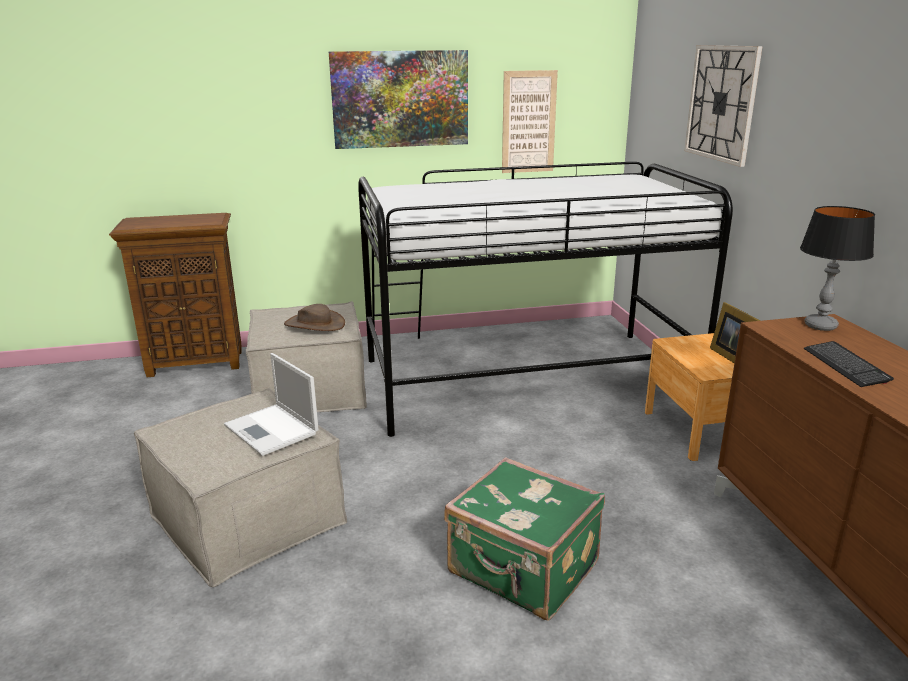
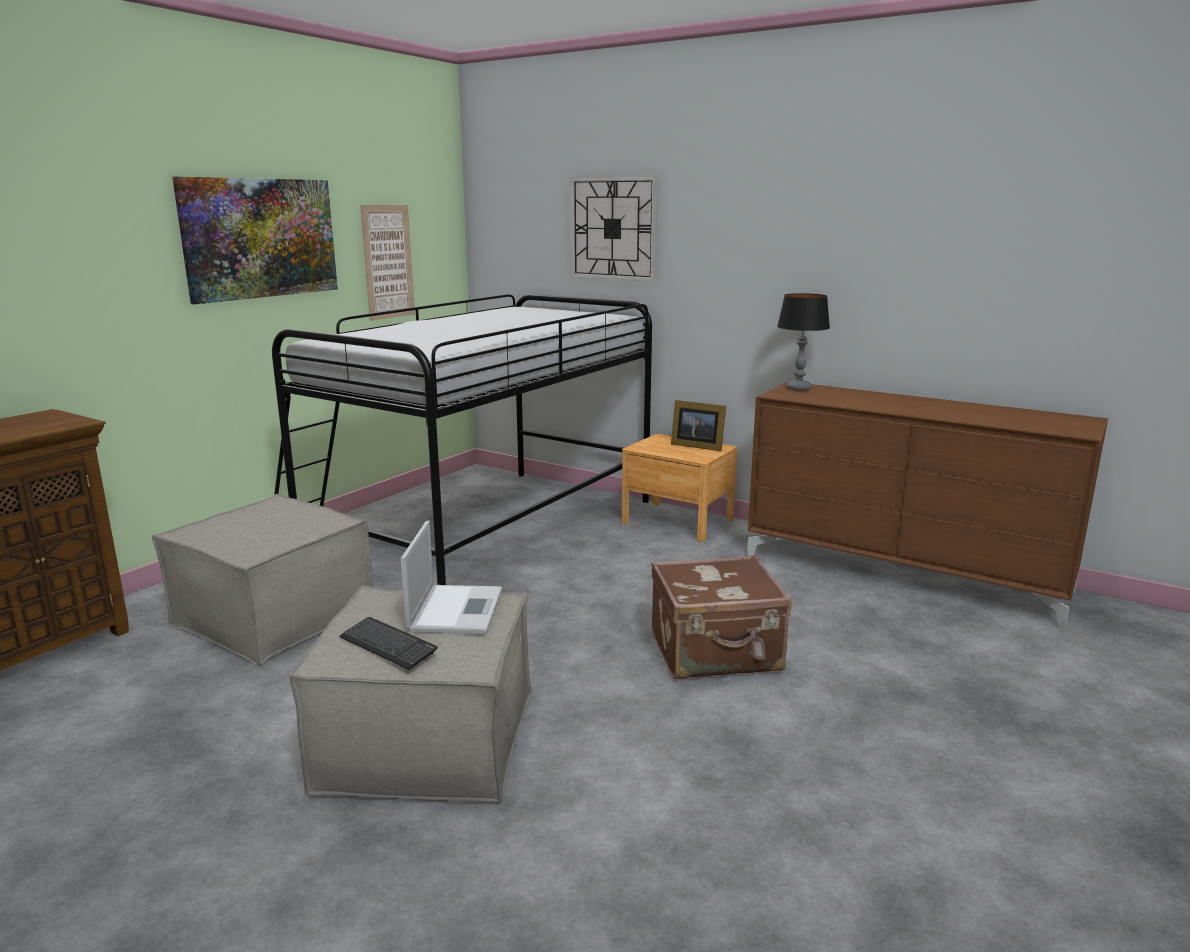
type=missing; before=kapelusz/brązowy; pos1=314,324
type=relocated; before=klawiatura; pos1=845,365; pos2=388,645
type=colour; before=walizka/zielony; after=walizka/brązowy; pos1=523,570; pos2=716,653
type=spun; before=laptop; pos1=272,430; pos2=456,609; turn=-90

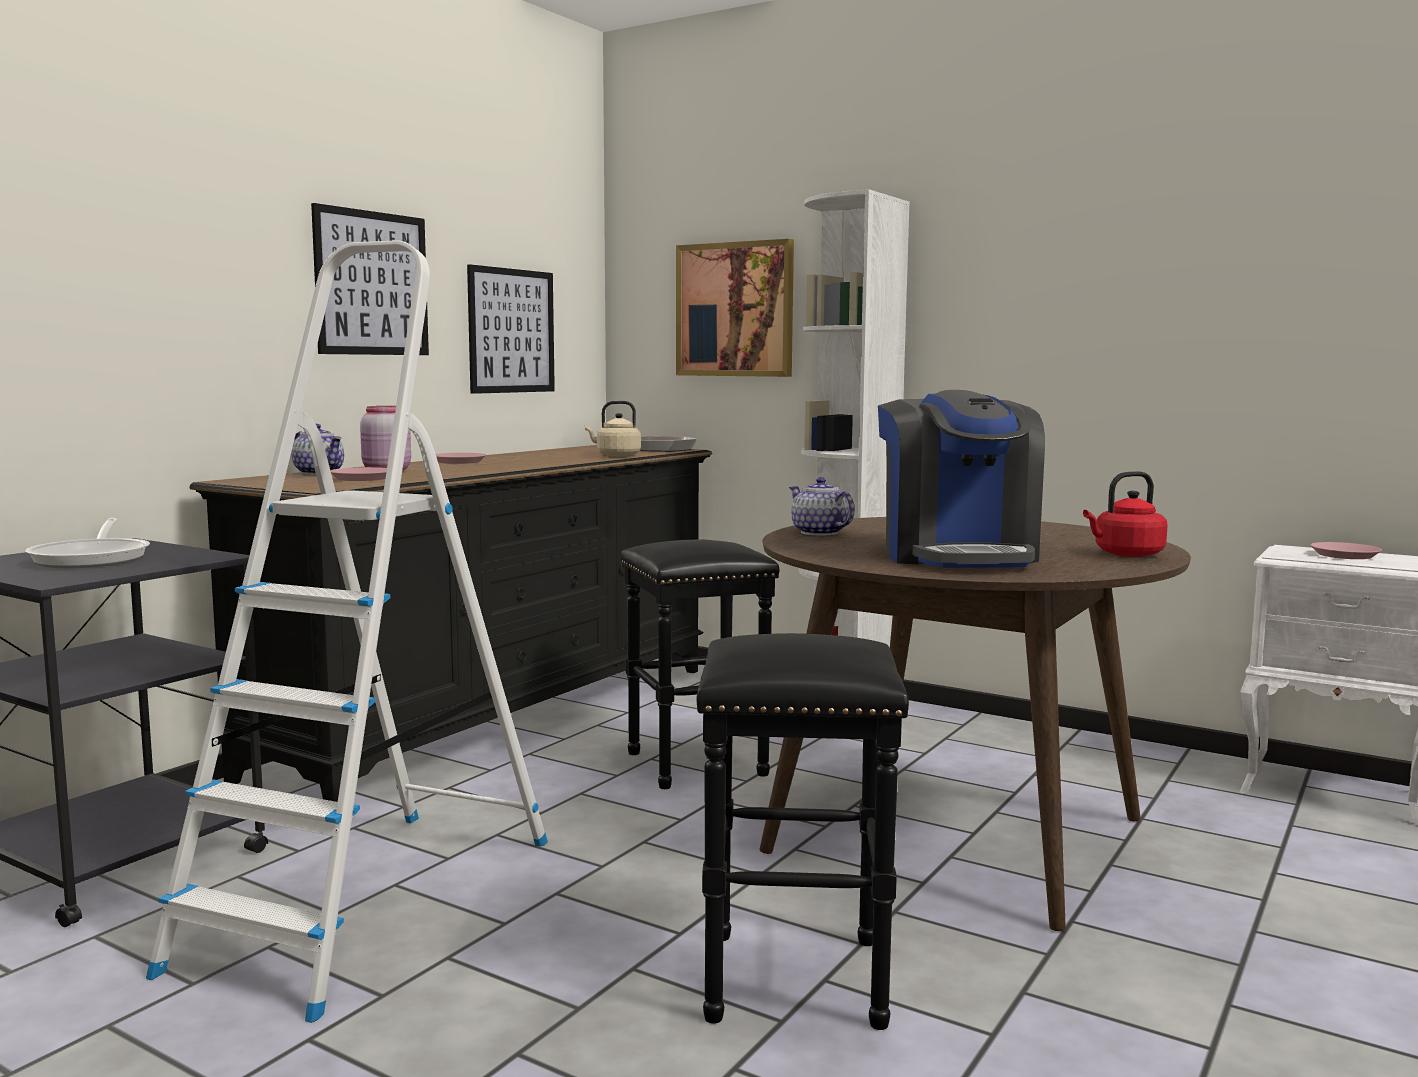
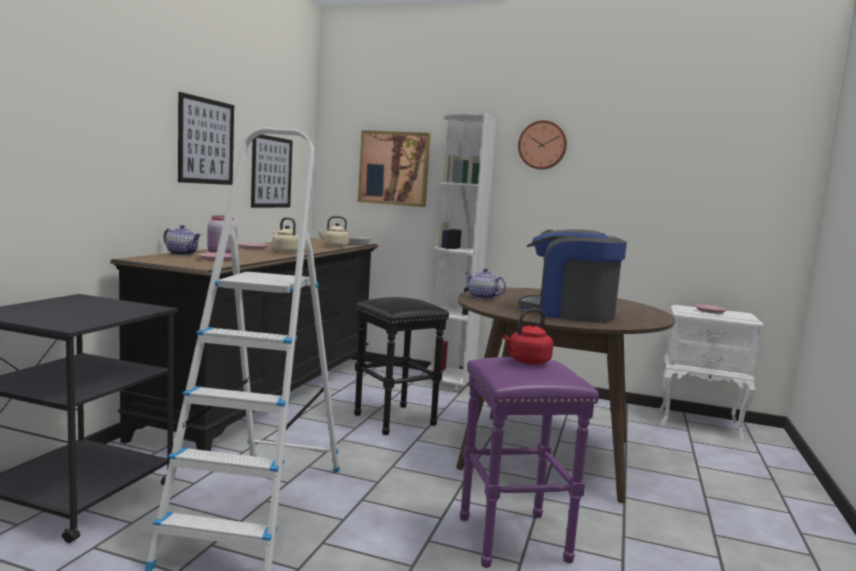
type=missing; before=patelnia; pos1=93,558
type=appeared; after=czajnik/beżowy; pos2=284,252
type=appeared; after=zegar ścienny; pos2=542,145
type=relocated; before=czajnik/czerwony; pos1=1125,554; pos2=527,361
type=colour; before=stołek/czarny; after=stołek/fioletowy; pos1=791,980; pos2=512,540
type=spun; before=ekspres do kawy; pos1=957,556; pos2=569,313; turn=135

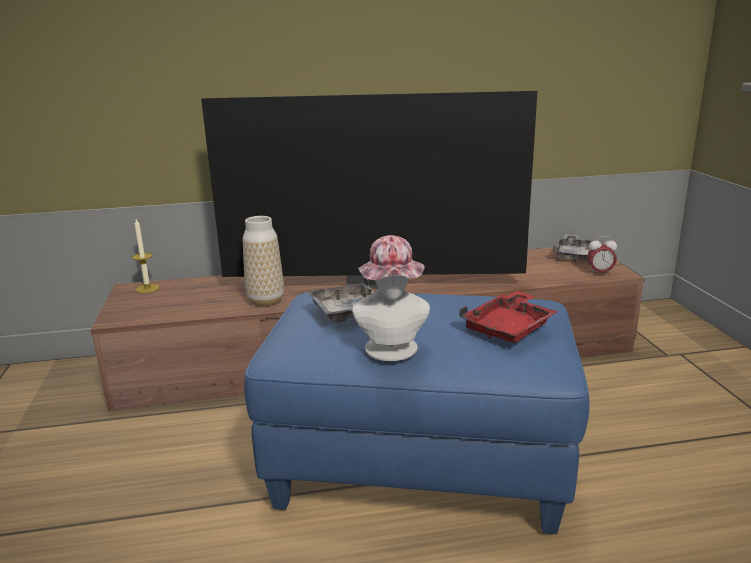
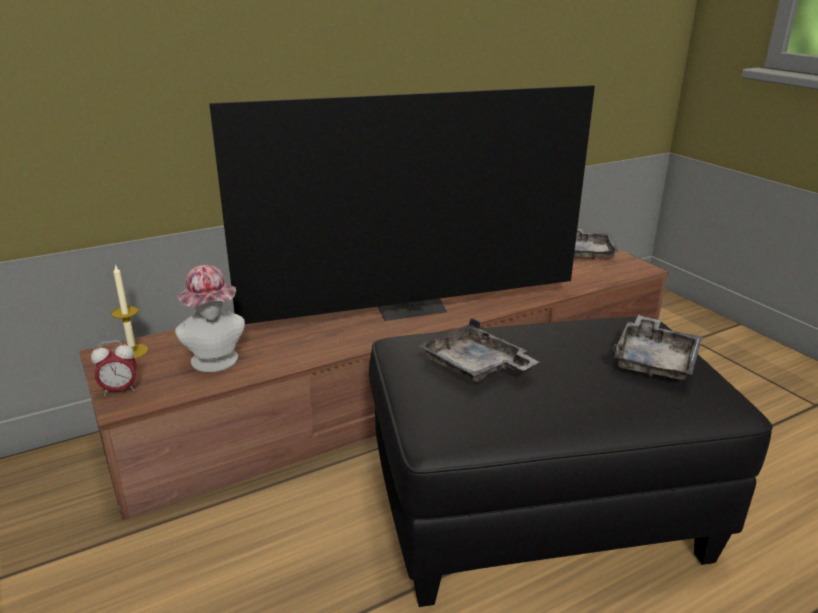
type=missing; before=wazon; pos1=266,301
type=relocated; before=kapelusz; pos1=392,352; pos2=216,363
type=relocated; before=budzik; pos1=600,273; pos2=120,390
type=colour; before=pufa/niebieski; after=pufa/czarny; pos1=421,465; pos2=538,513
type=colour; before=taca/czerwony; after=taca/szary; pos1=509,328; pos2=654,360

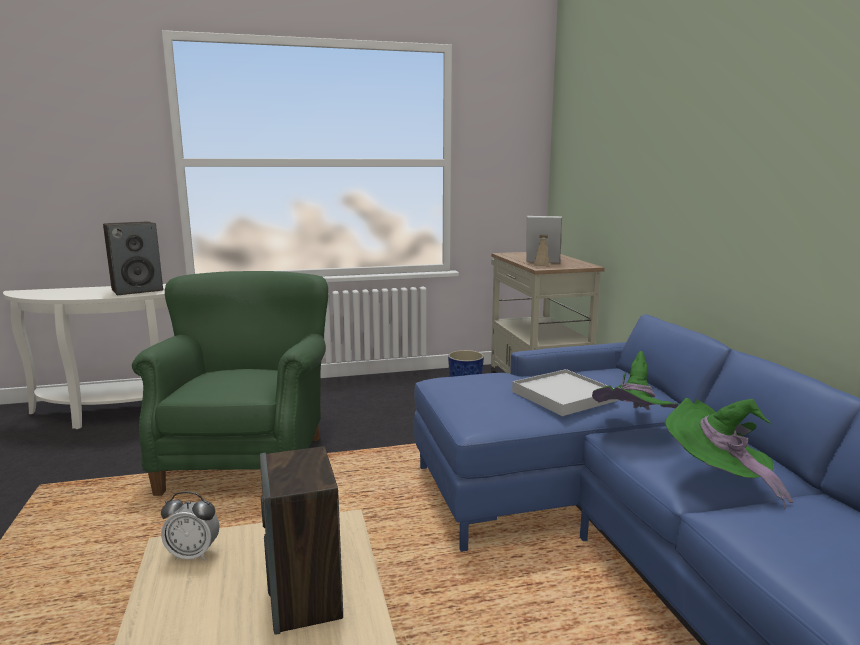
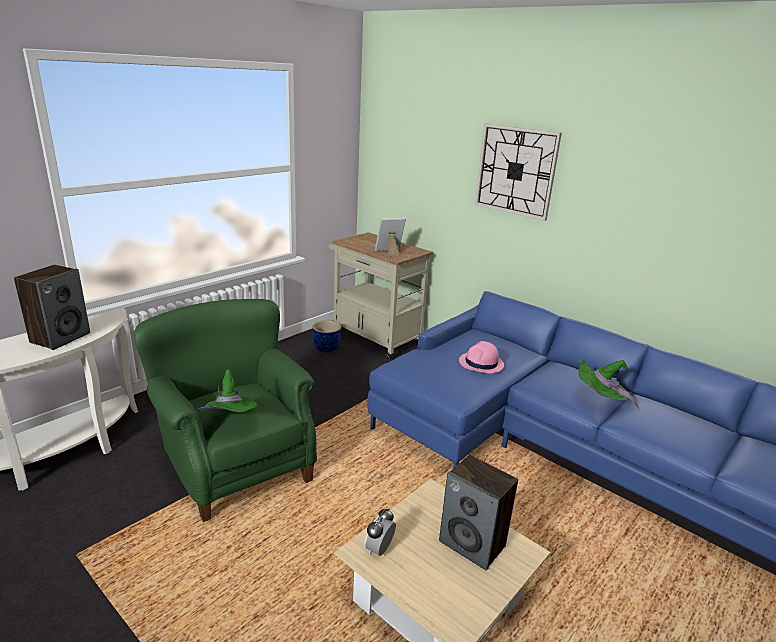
type=appeared; after=zegar ścienny; pos2=516,171
type=relocated; before=kapelusz/zielony; pos1=633,428; pos2=230,423
type=exchanged; before=taca/biały; after=kapelusz/różowy; pos1=563,396; pos2=481,363
type=spun; before=budzik; pos1=193,554; pos2=379,549; turn=150

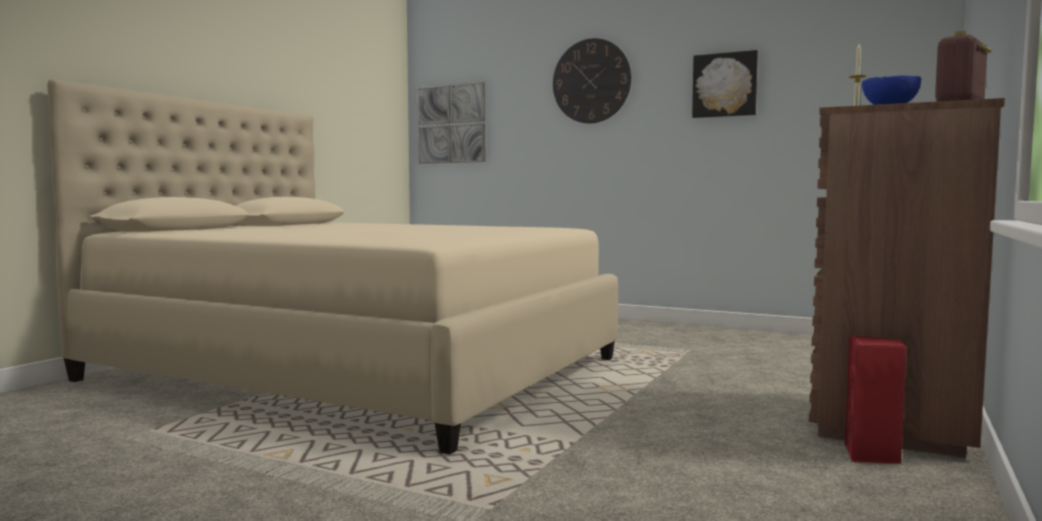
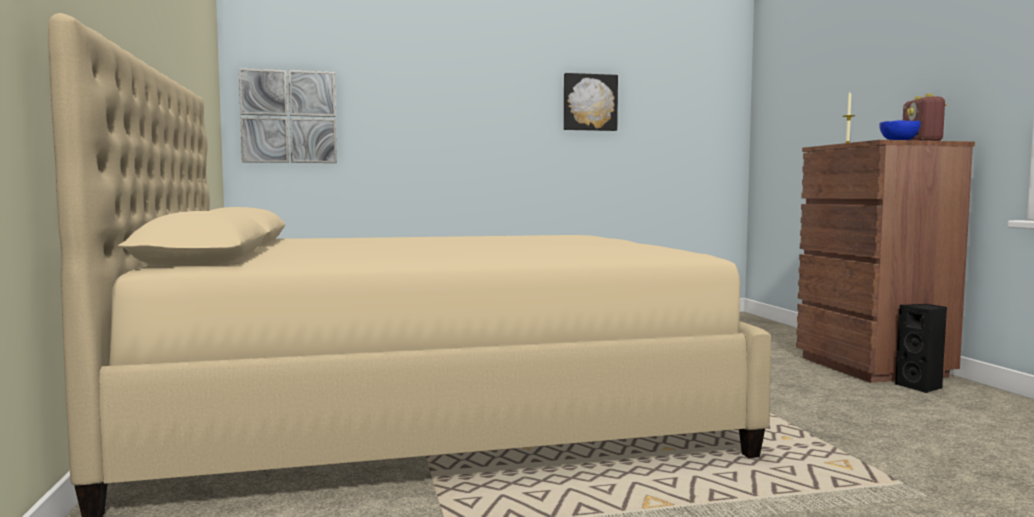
type=missing; before=zegar ścienny; pos1=591,81
type=colour; before=głośnik/czerwony; after=głośnik/czarny; pos1=871,455; pos2=921,387

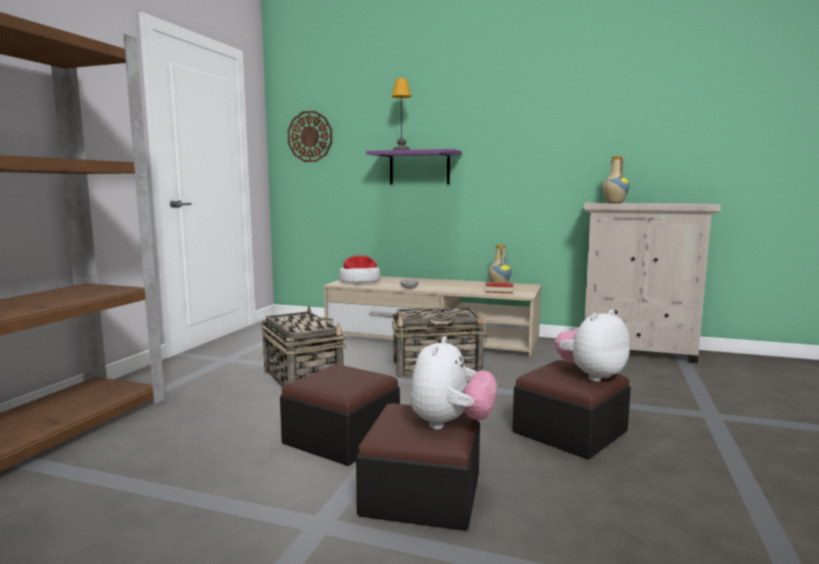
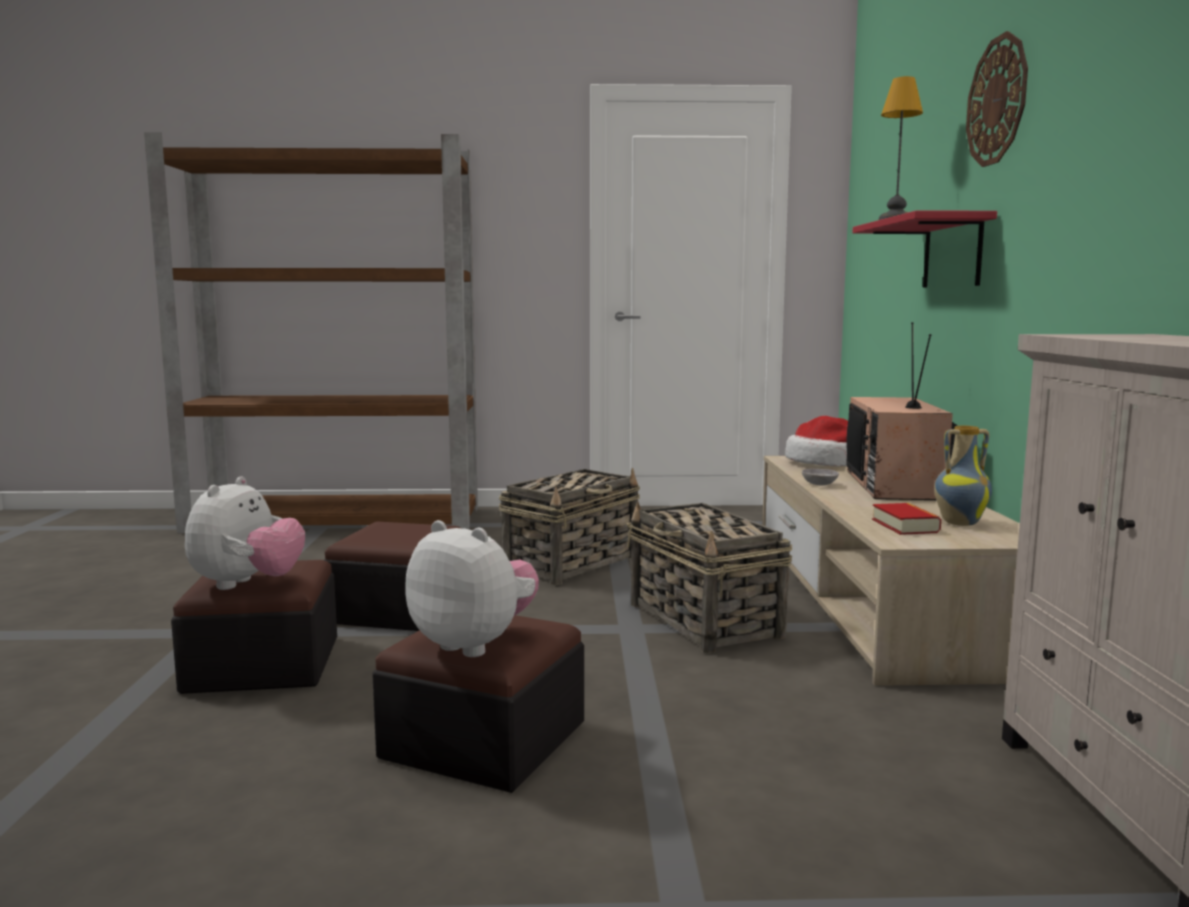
type=missing; before=wazon; pos1=614,203
type=appeared; after=telewizor; pos2=896,485
type=relocated; before=zegar ścienny; pos1=310,136; pos2=997,101
type=colour; before=półka/fioletowy; after=półka/czerwony; pos1=419,168; pos2=952,253
type=spun; before=pluszak; pos1=450,424; pos2=247,584; turn=-75

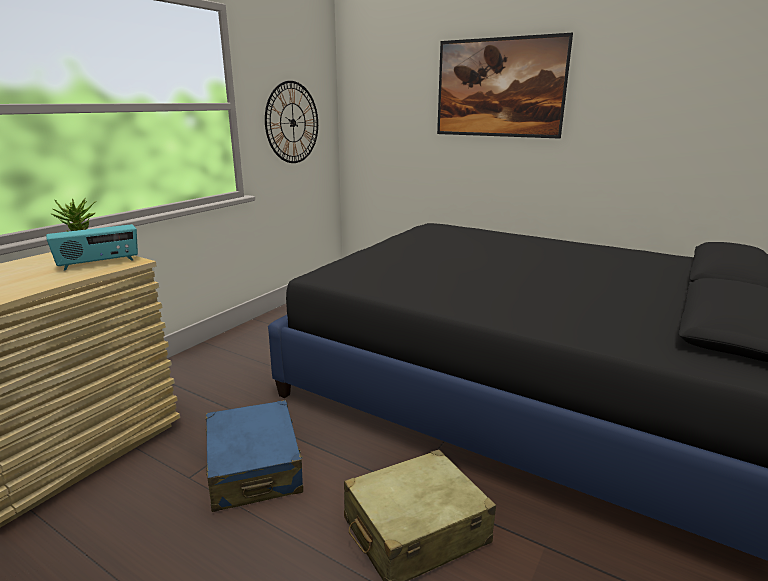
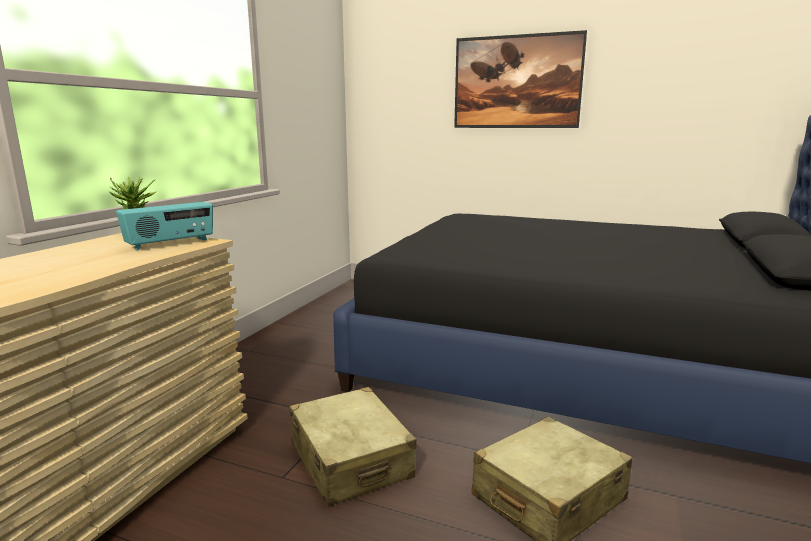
type=missing; before=zegar ścienny; pos1=292,122
type=colour; before=walizka/niebieski; after=walizka/beżowy; pos1=254,468; pos2=350,460

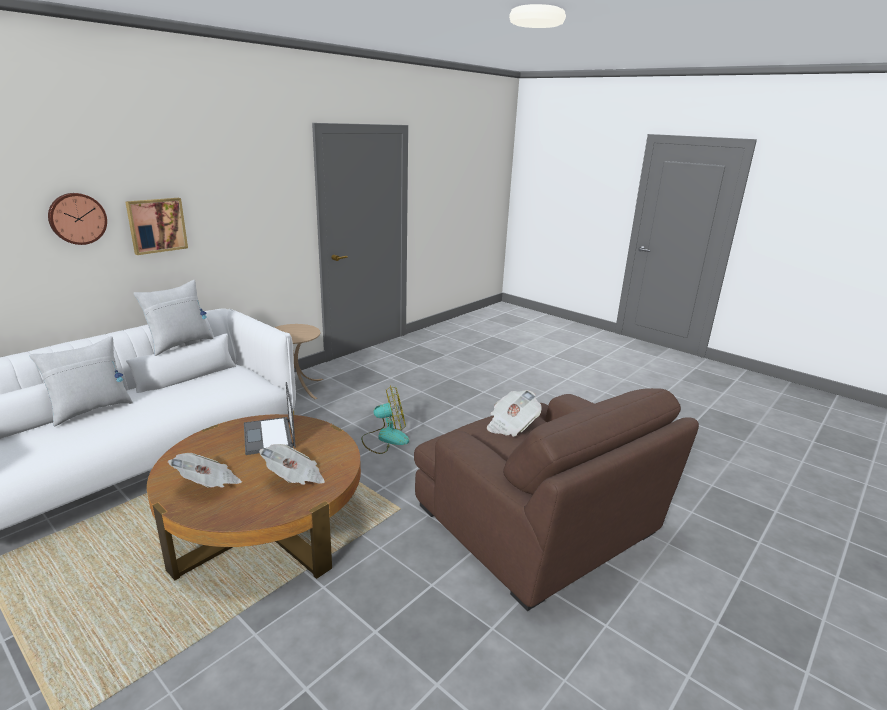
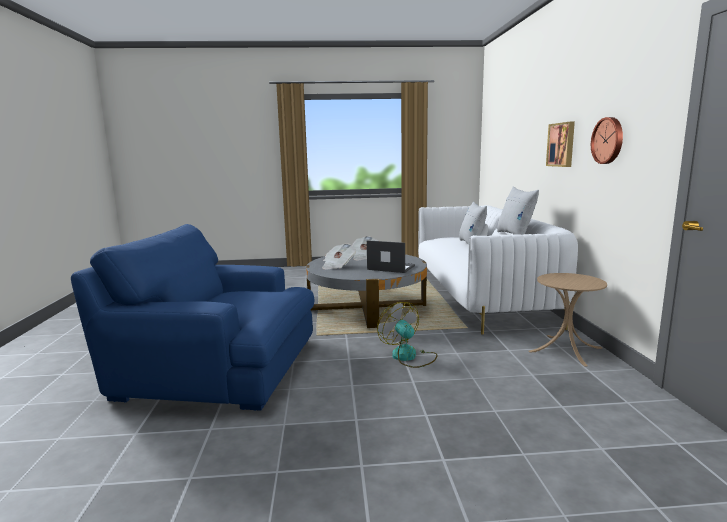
type=missing; before=gazeta; pos1=511,425
type=relocated; before=zegar ścienny; pos1=77,218; pos2=608,140
type=colour; before=ława/brązowy; after=ława/szary; pos1=265,524; pos2=367,307
type=colour; before=fotel/brązowy; after=fotel/niebieski; pos1=538,522; pos2=217,367
type=spun; before=wentylator; pos1=385,438; pos2=409,357; turn=120

